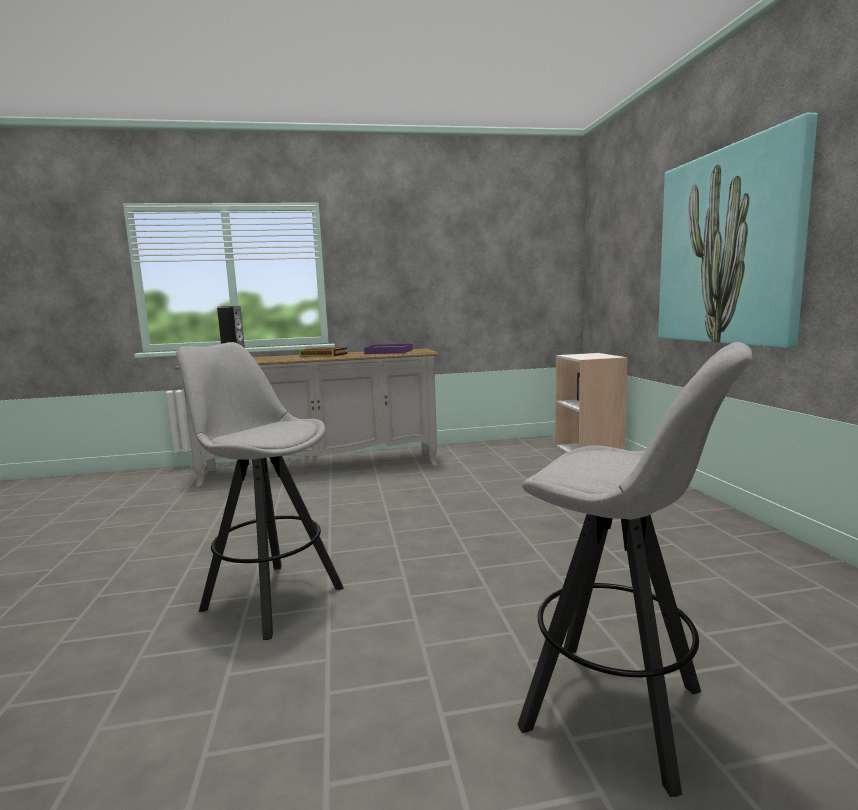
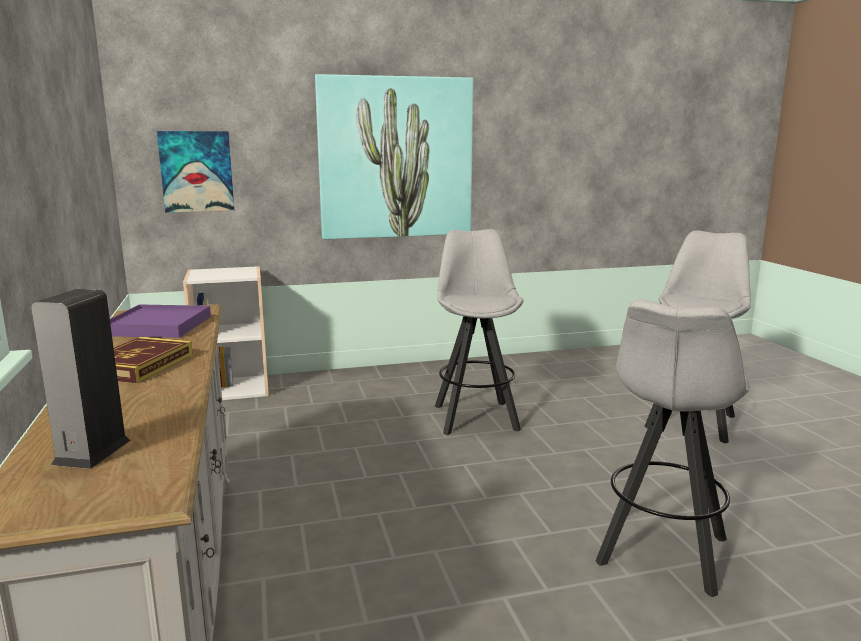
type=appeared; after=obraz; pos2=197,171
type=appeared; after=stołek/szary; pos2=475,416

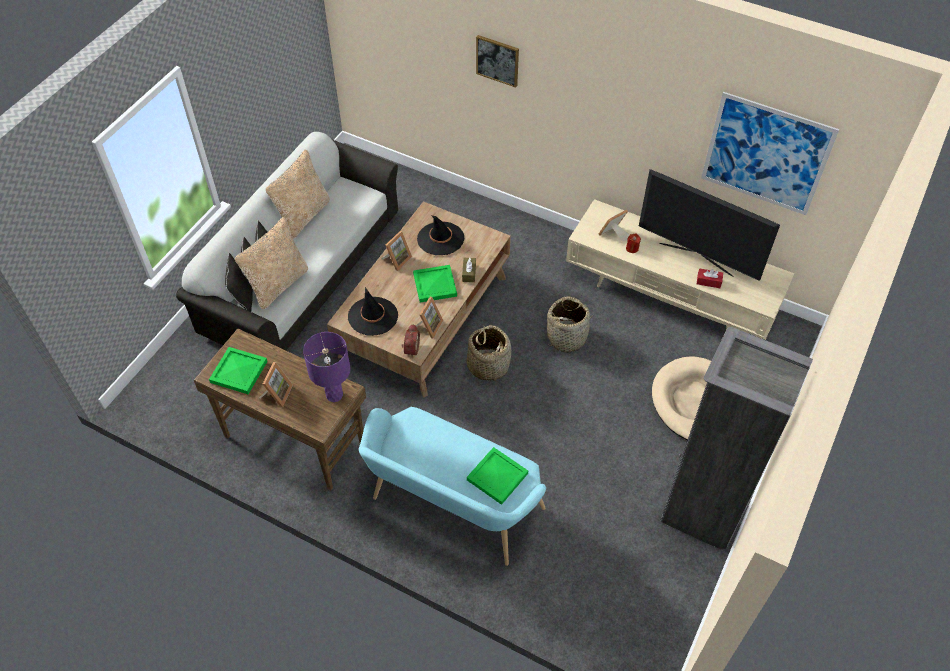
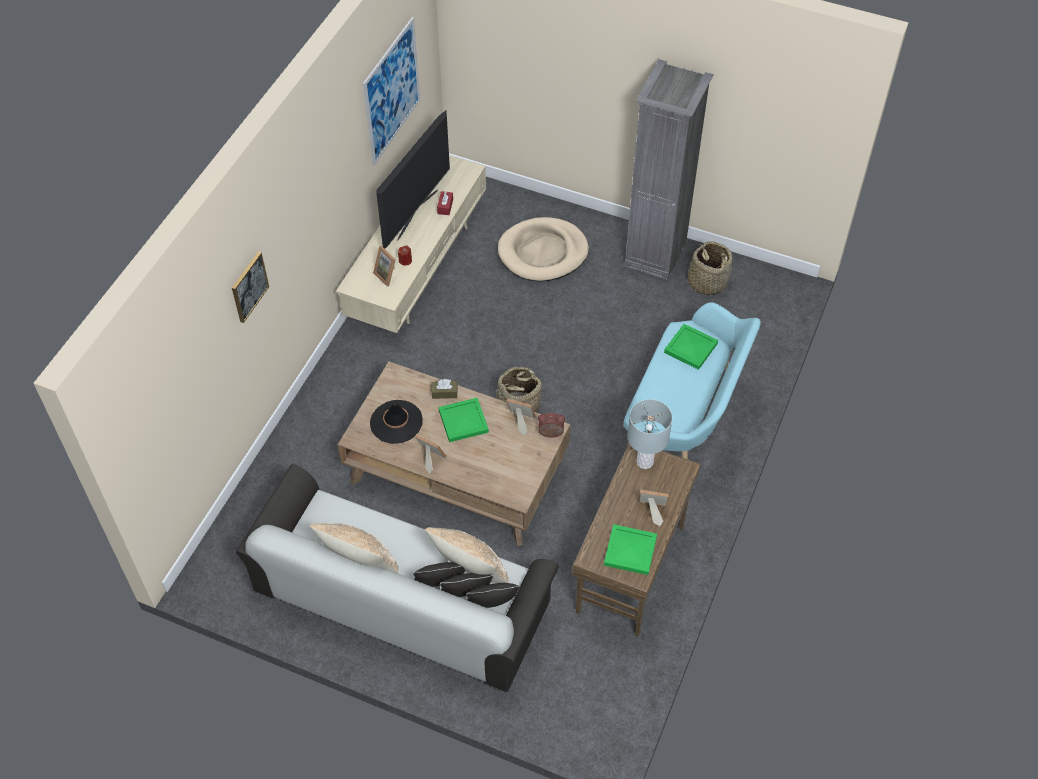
type=missing; before=kapelusz/czarny; pos1=373,316
type=relocated; before=koszyk; pos1=567,337; pos2=707,282
type=colour; before=lampa stołowa/fioletowy; after=lampa stołowa/szary; pos1=334,395; pos2=644,462

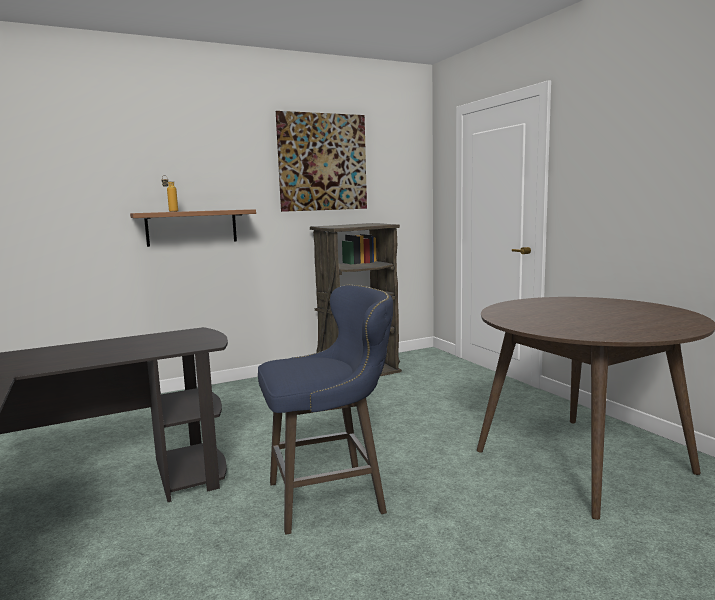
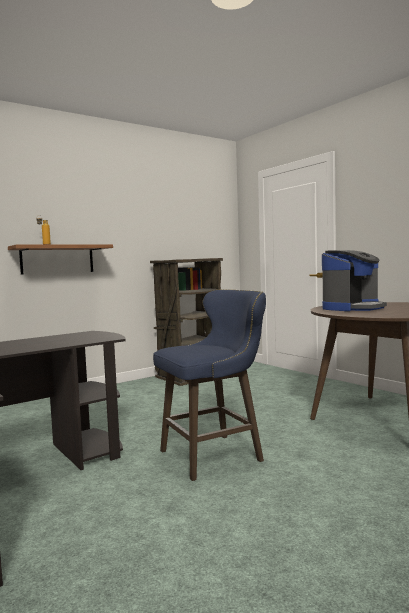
type=missing; before=obraz; pos1=322,162
type=appeared; after=ekspres do kawy; pos2=353,308

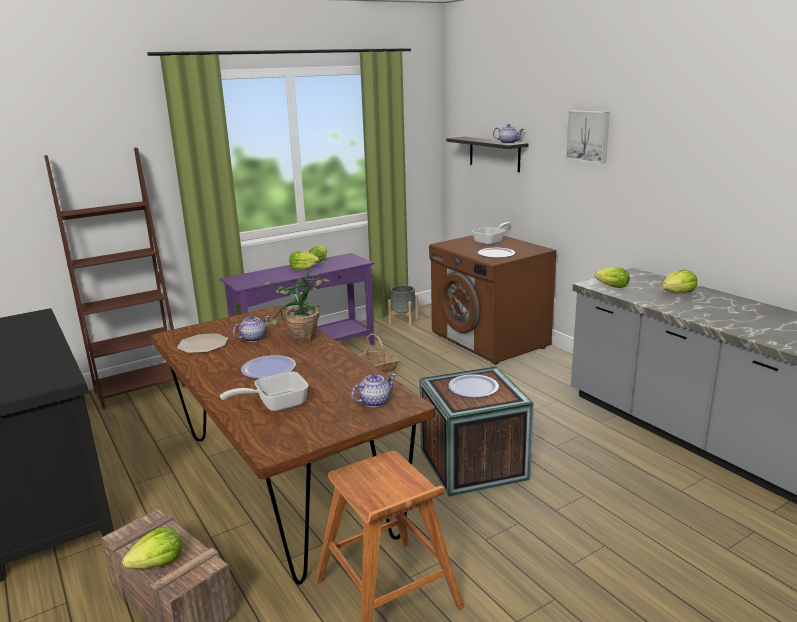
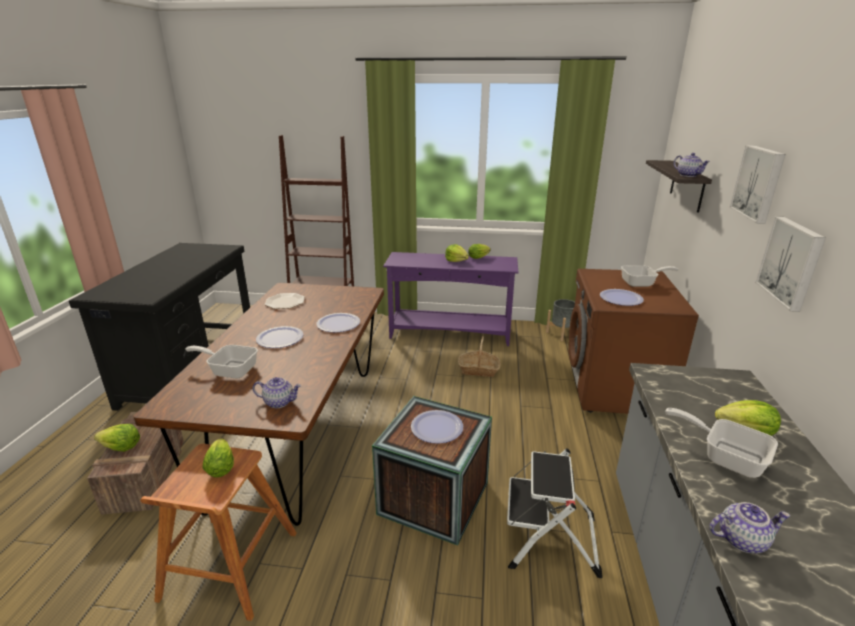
type=appeared; after=drabinka; pos2=550,536
type=appeared; after=patelnia; pos2=725,456
type=appeared; after=obraz; pos2=792,262
type=relocated; before=imbryk; pos1=253,338; pos2=742,539
type=relocated; before=sałata; pos1=610,286; pos2=221,466
type=exchanged; before=roślina doniczkowa; after=talerz; pos1=301,340; pos2=338,324

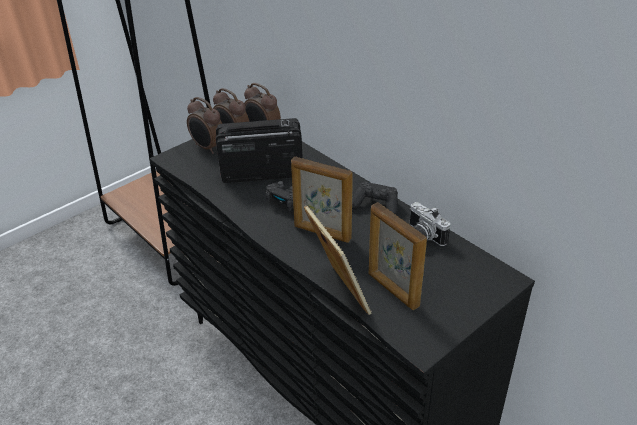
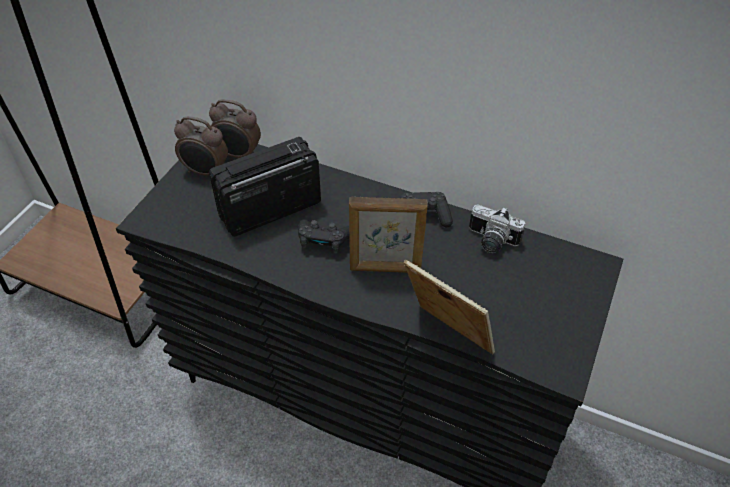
type=missing; before=budzik; pos1=208,148
type=missing; before=ramka na zdjęcie; pos1=392,290

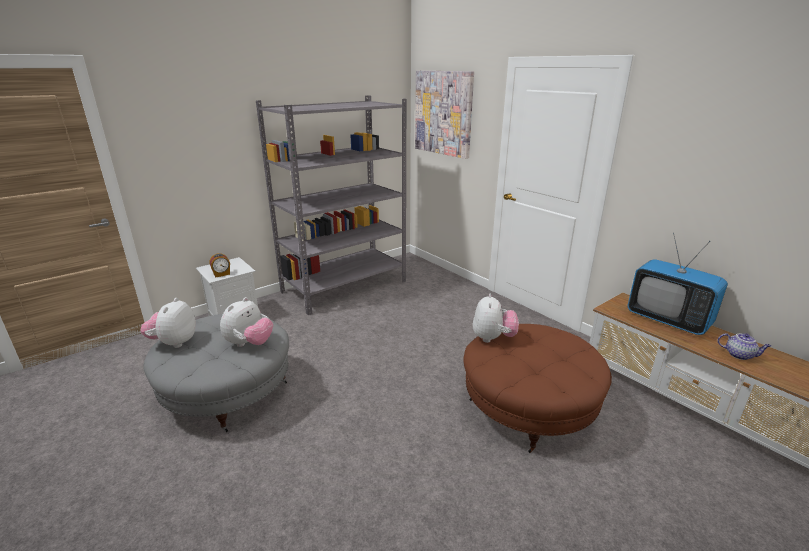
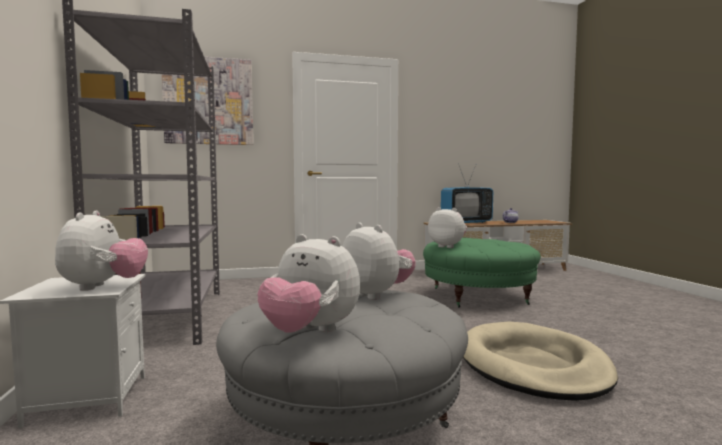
type=appeared; after=legowisko/beżowy; pos2=532,365
type=exchanged; before=budzik; after=pluszak; pos1=221,274; pos2=103,287
type=colour; before=pufa/brązowy; after=pufa/zielony; pos1=528,408; pos2=478,296

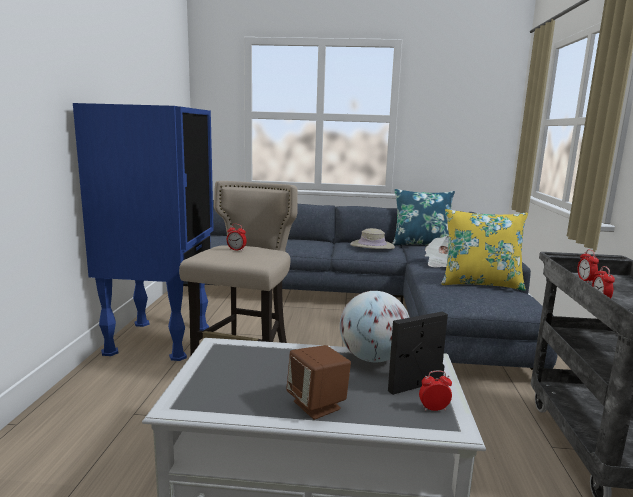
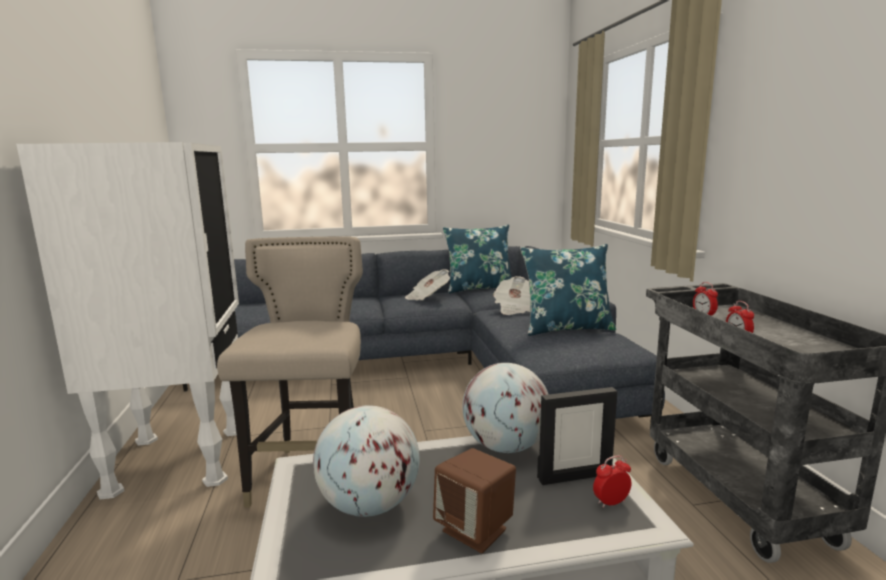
type=missing; before=budzik; pos1=236,250
type=appeared; after=globus; pos2=369,505
type=exchanged; before=kapelusz/beżowy; after=gazeta; pos1=372,246; pos2=427,297
type=colour; before=szafka/niebieski; after=szafka/biały; pos1=160,339; pos2=181,458
type=colour; before=poduszka/żółty; after=poduszka/niebieski; pos1=480,283; pos2=566,328
type=spun; before=ramka na zdjęcie; pos1=415,386; pos2=574,476; turn=-150

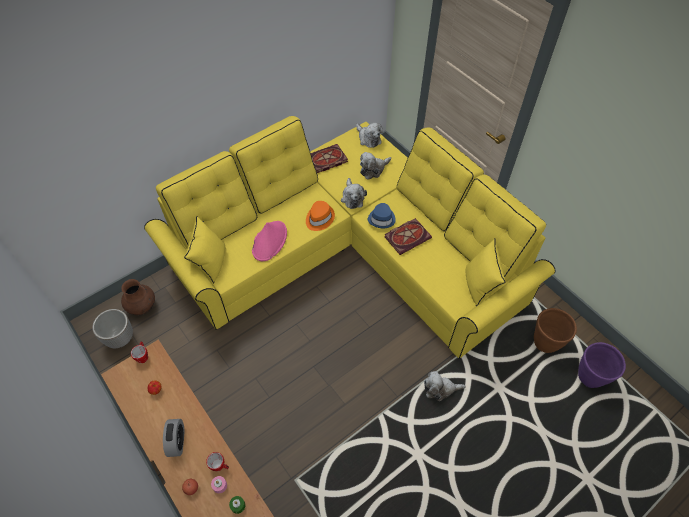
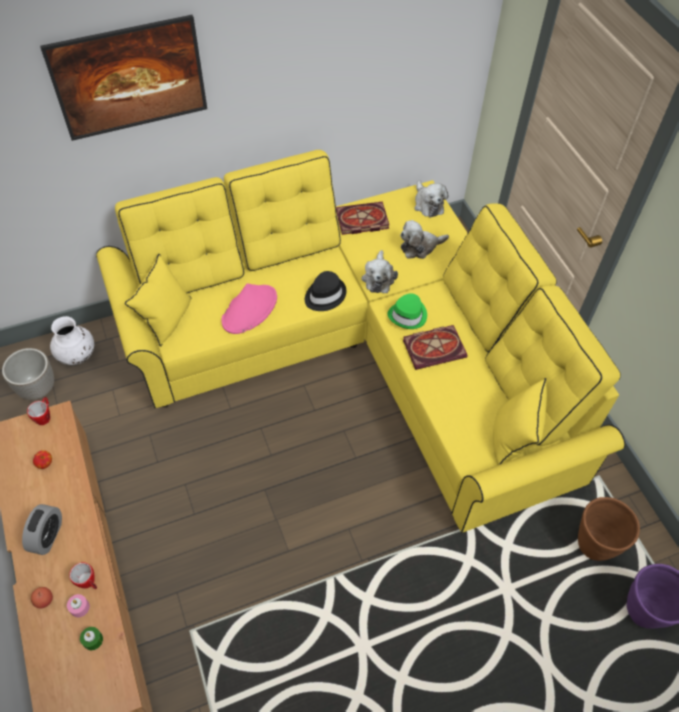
type=missing; before=pluszak; pos1=440,389
type=appeared; after=obraz; pos2=134,101
type=colour; before=wazon/brązowy; after=wazon/biały; pos1=142,307; pos2=77,356
type=colour; before=kapelusz/pomarańczowy; after=kapelusz/czarny; pos1=319,218; pos2=324,295
type=colour; before=kapelusz/niebieski; after=kapelusz/zielony; pos1=382,219; pos2=408,315

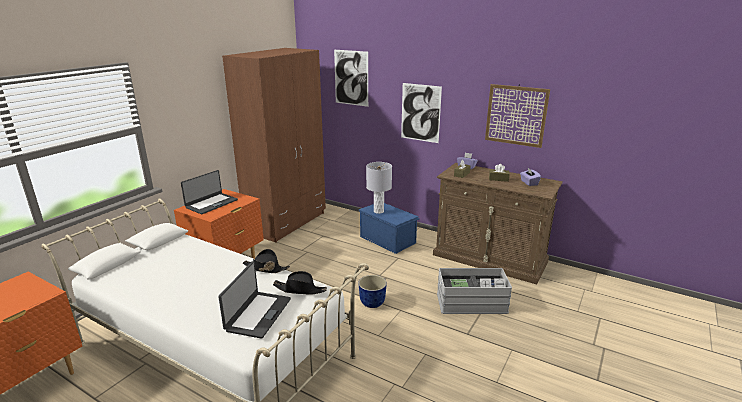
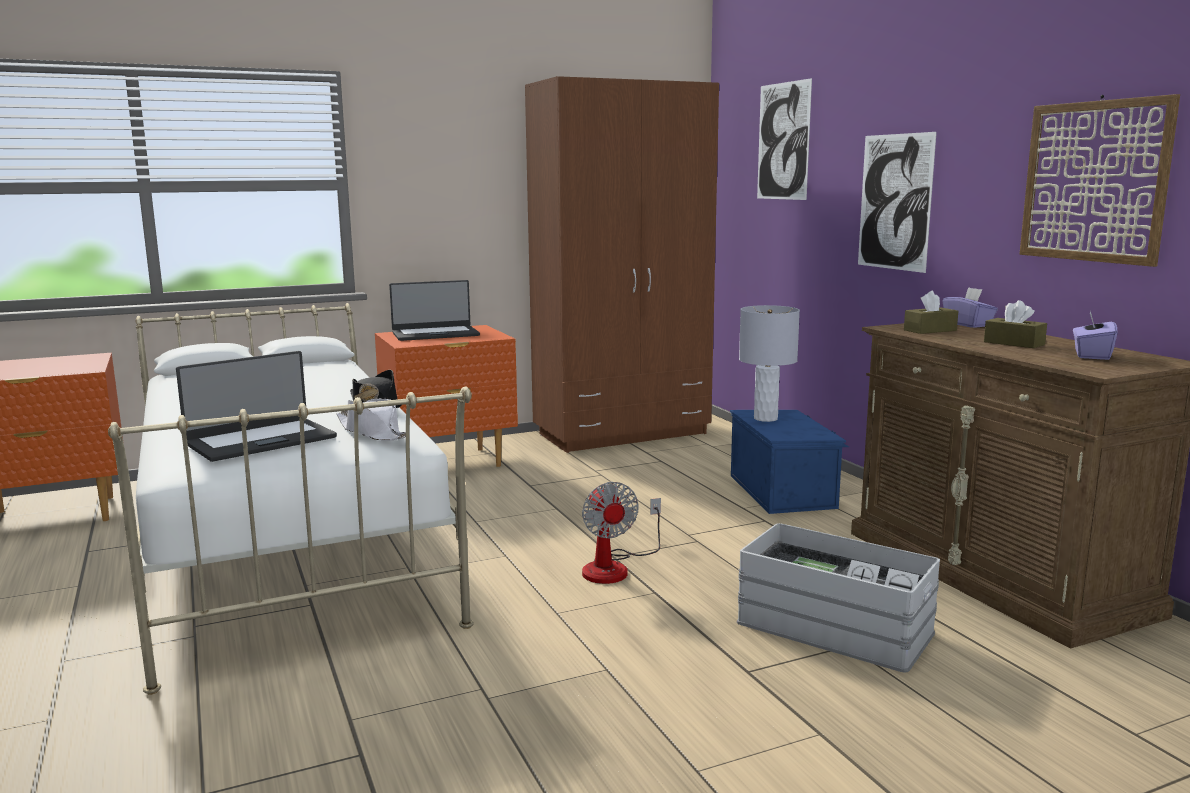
type=exchanged; before=donica; after=wentylator; pos1=372,303; pos2=614,567
type=colour; before=kapelusz/czarny; after=kapelusz/biały; pos1=300,289; pos2=373,432

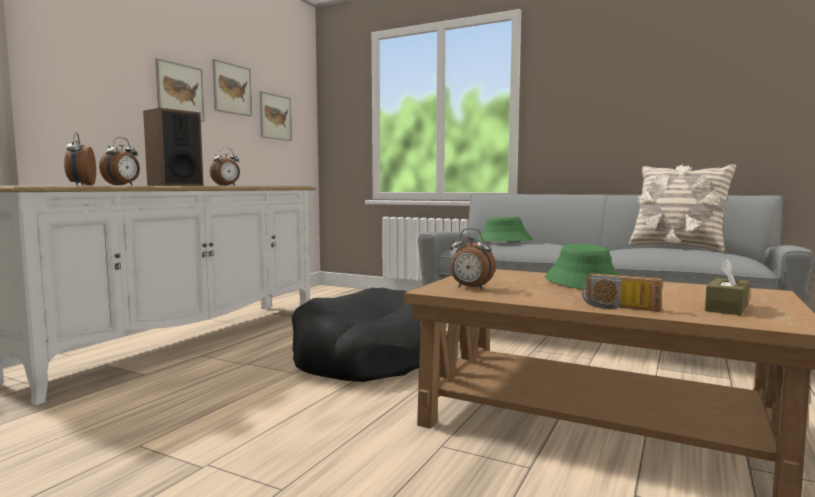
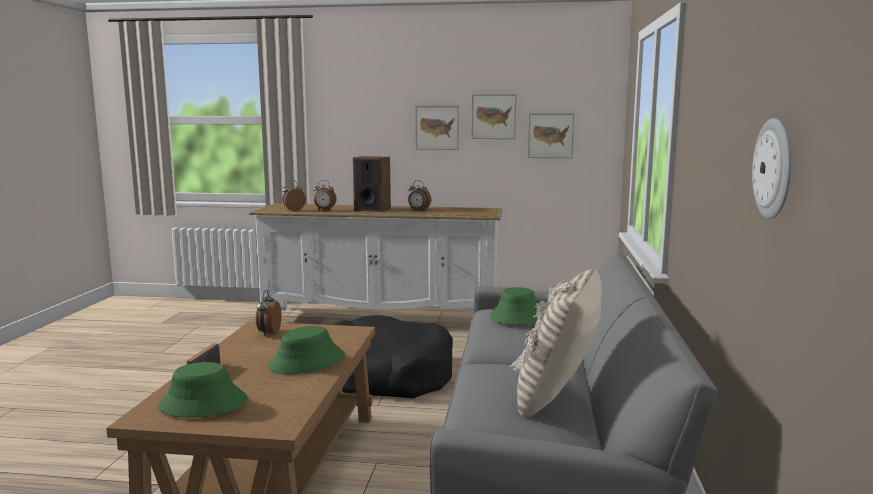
type=appeared; after=zegar ścienny; pos2=774,169
type=exchanged; before=pudełko chusteczek/brązowy; after=kapelusz/zielony; pos1=726,308; pos2=202,403

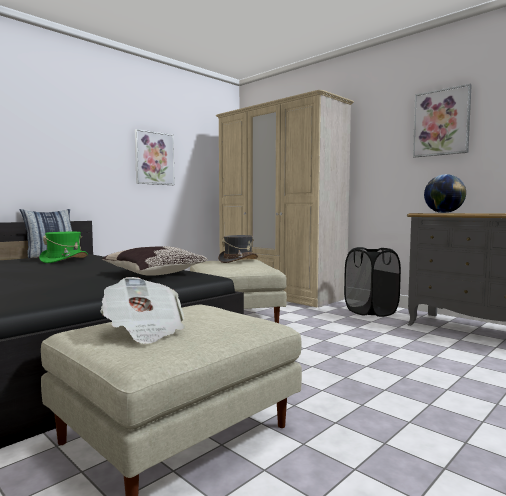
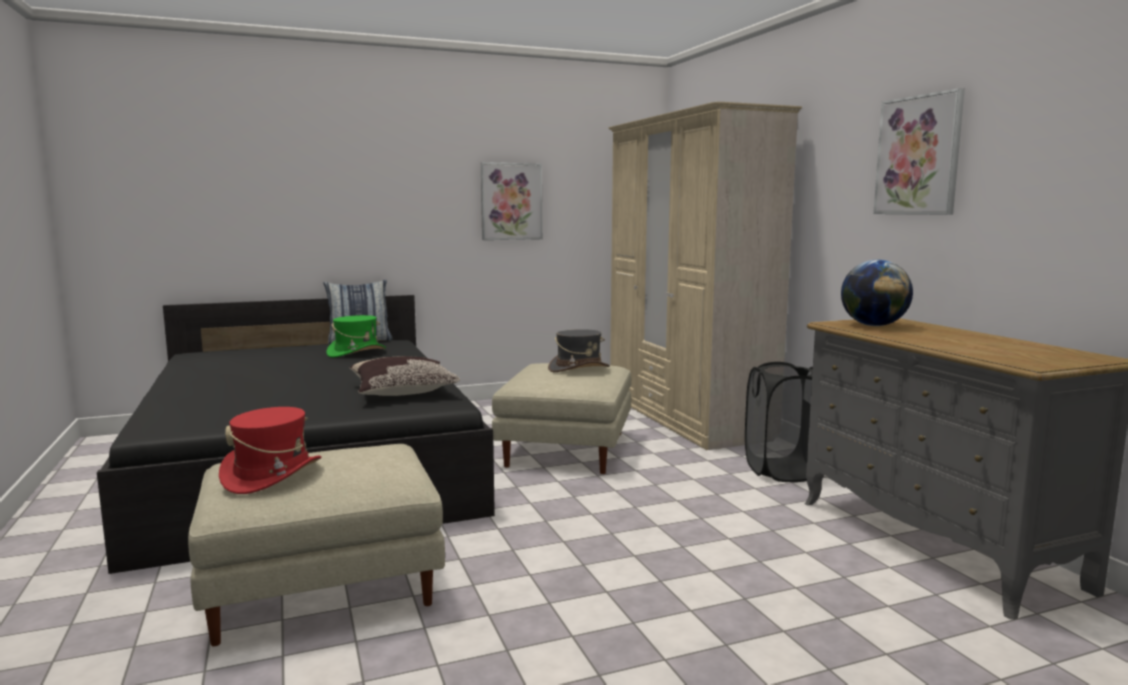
type=exchanged; before=gazeta; after=kapelusz/czerwony; pos1=144,331; pos2=272,475

